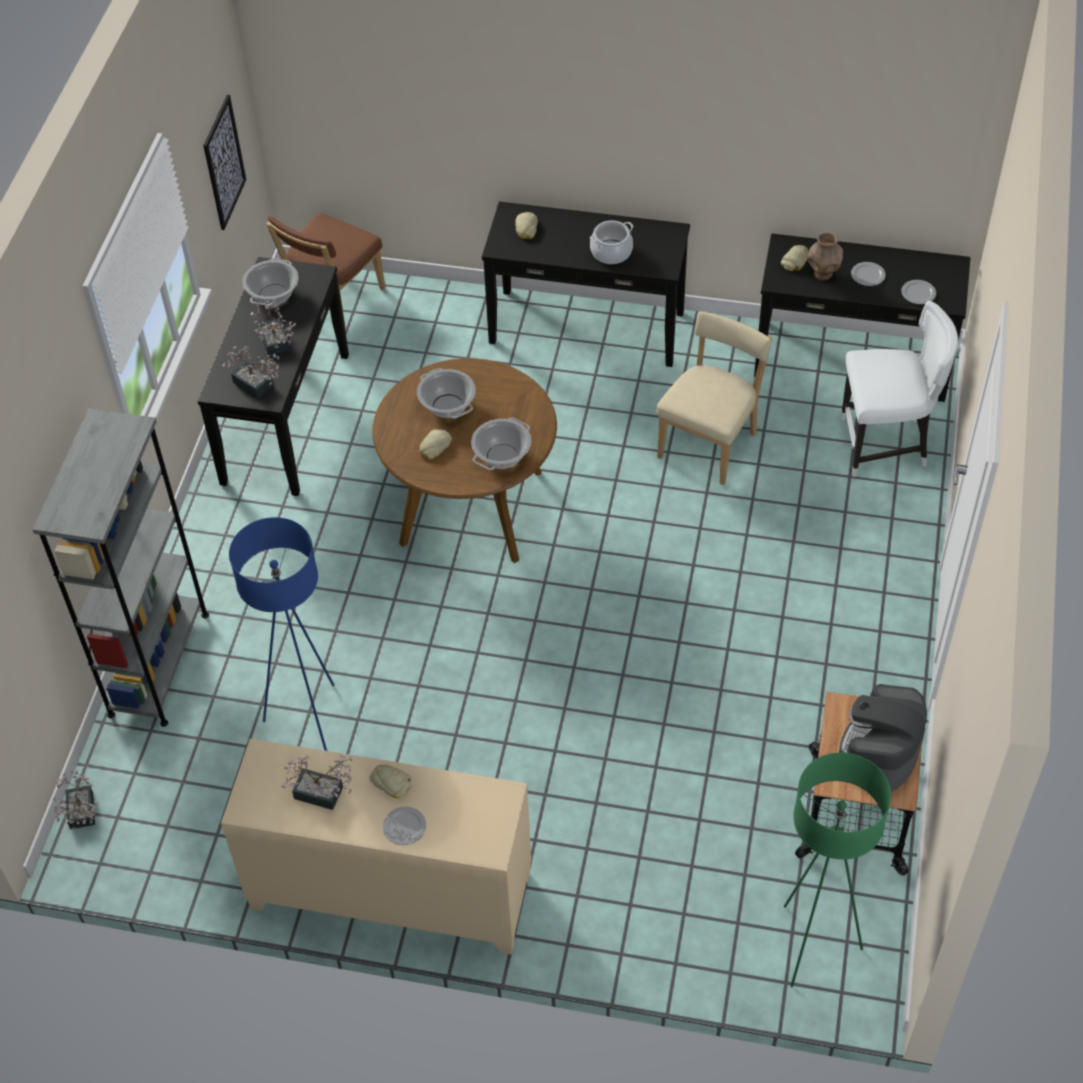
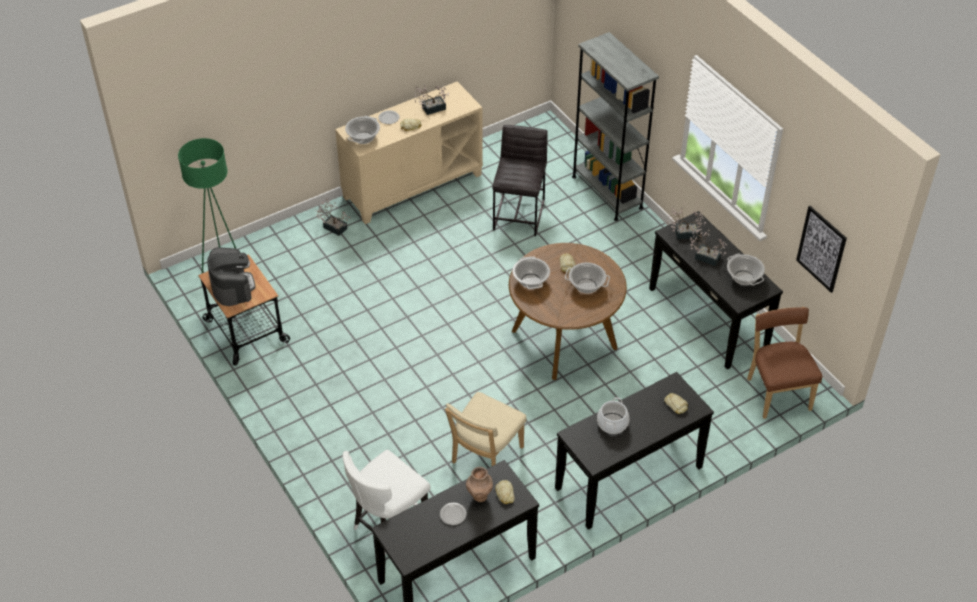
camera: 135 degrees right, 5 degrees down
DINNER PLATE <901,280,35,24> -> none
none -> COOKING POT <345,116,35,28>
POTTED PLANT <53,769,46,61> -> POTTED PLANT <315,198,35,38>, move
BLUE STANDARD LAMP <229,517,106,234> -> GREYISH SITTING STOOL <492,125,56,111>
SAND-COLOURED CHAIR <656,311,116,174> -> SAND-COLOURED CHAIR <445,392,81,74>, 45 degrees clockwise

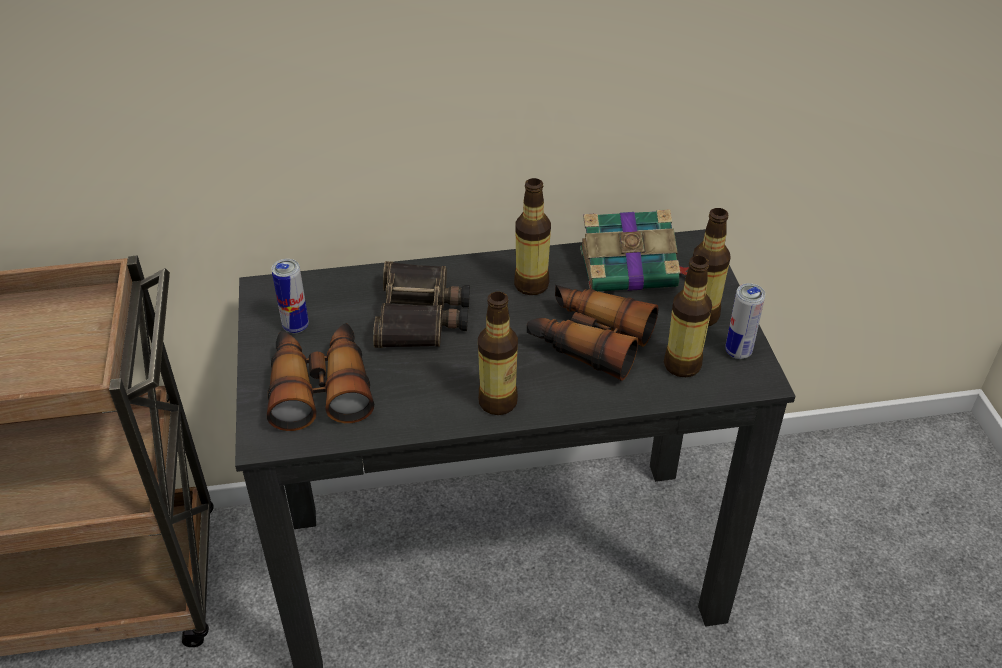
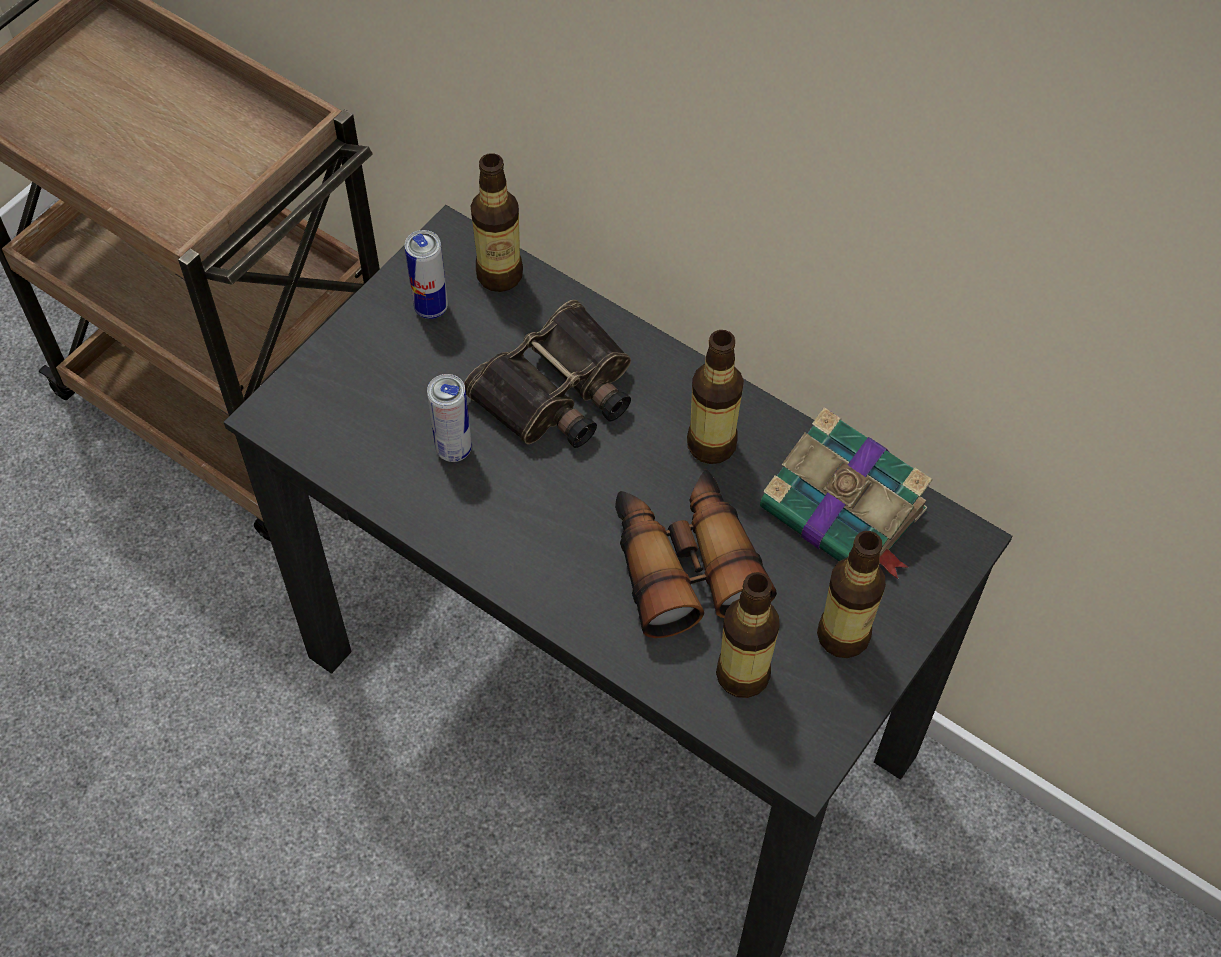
camera: 45 degrees right, 15 degrees up
FIELD GLASSES <267,323,107,108> -> none
BOTTLE <478,292,40,123> -> BOTTLE <471,153,52,139>, move
CAN <725,283,40,76> -> CAN <427,374,45,88>, move

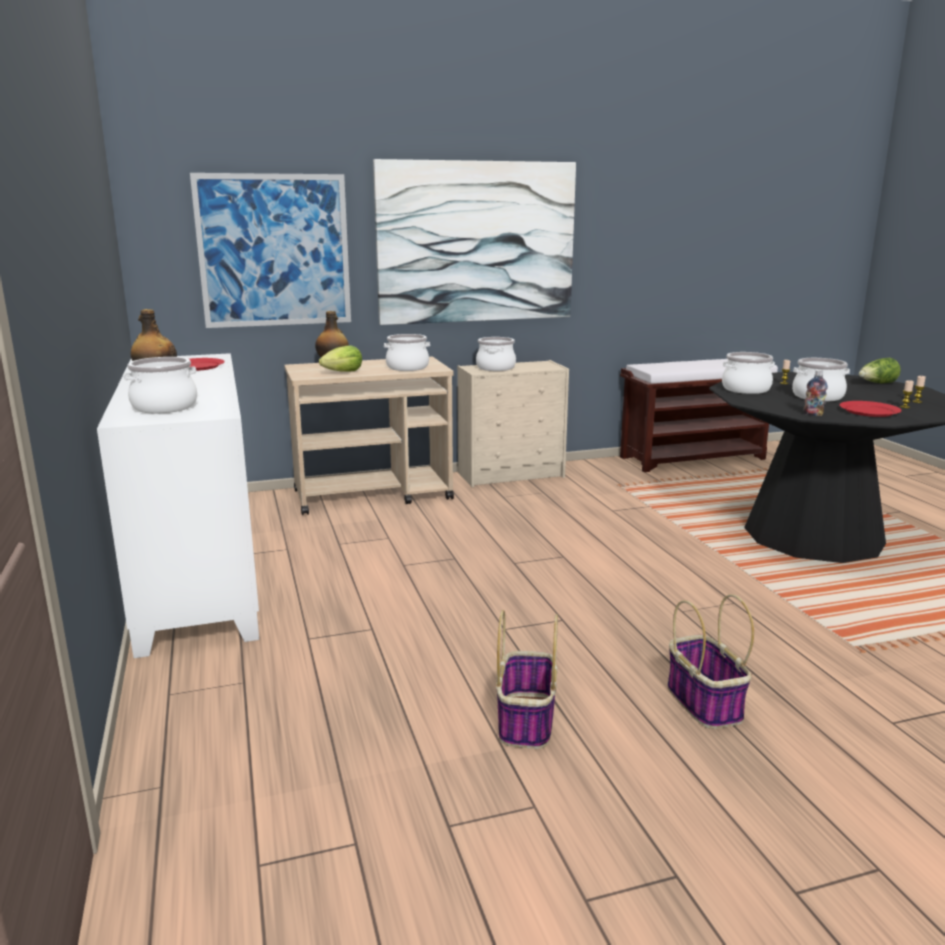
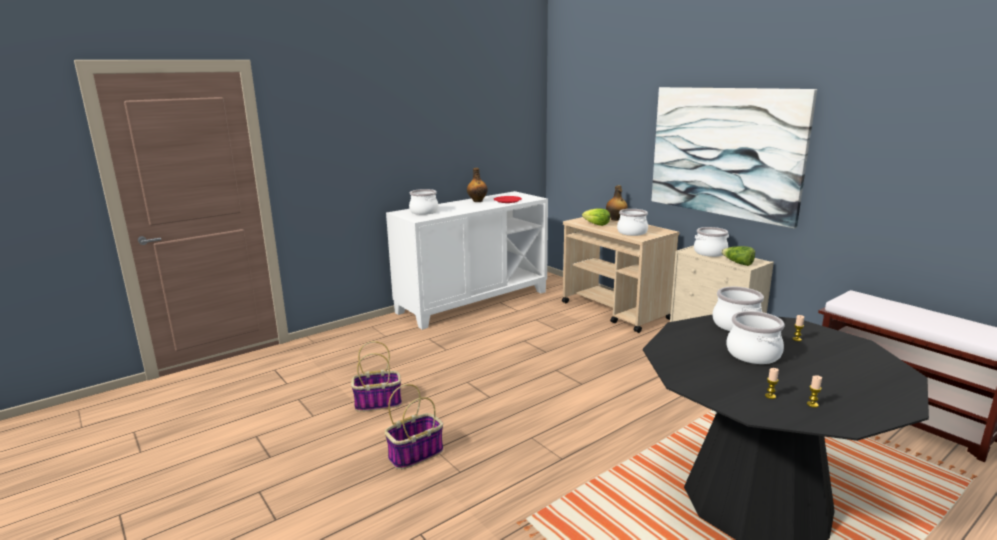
camera: 70 degrees right, 0 degrees up
WALL PICTURE <190,173,161,155> -> none
BOTTLE <804,370,24,46> -> none
RED DINNER PLATE <839,401,62,16> -> none
HEAD OF LETTUCE <859,358,42,25> -> HEAD OF LETTUCE <721,246,34,20>, move

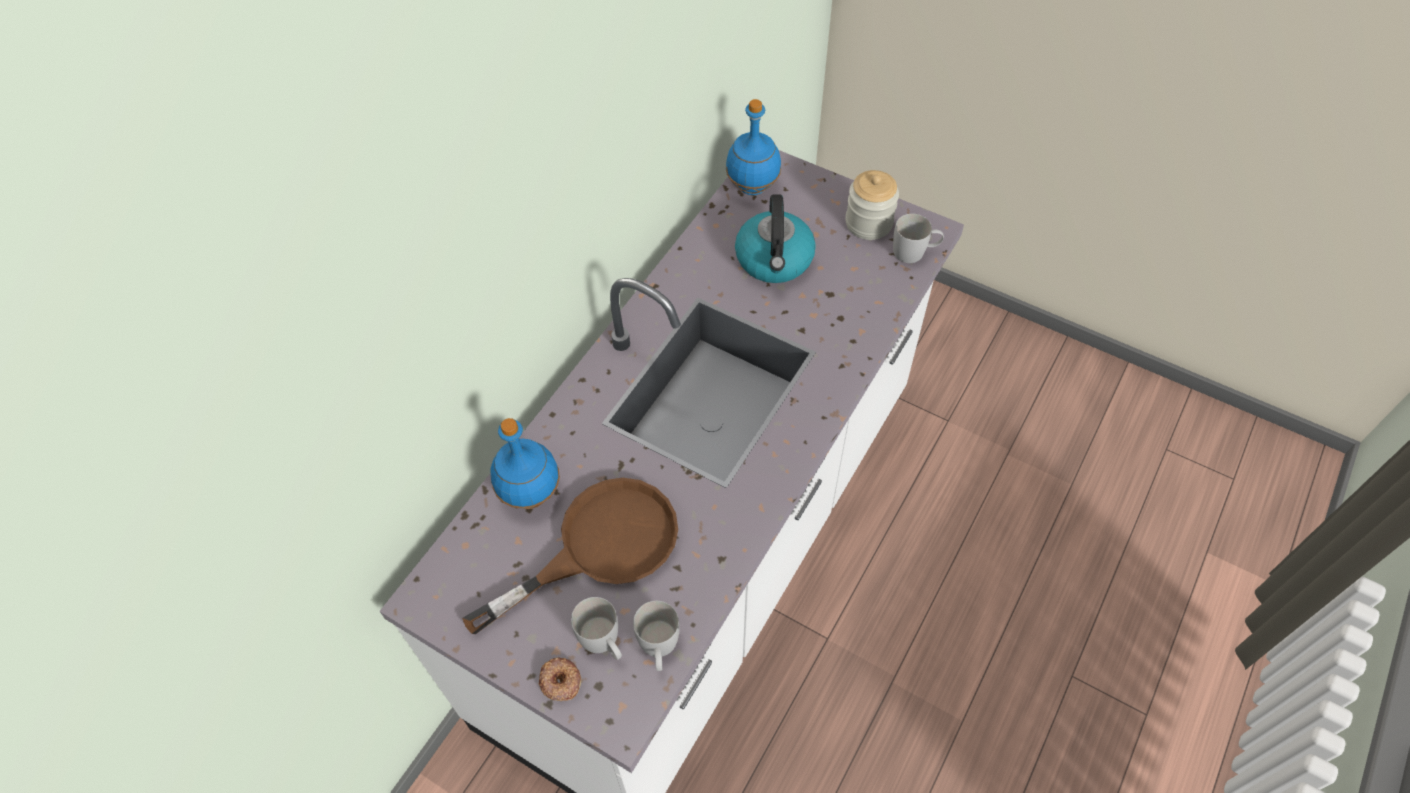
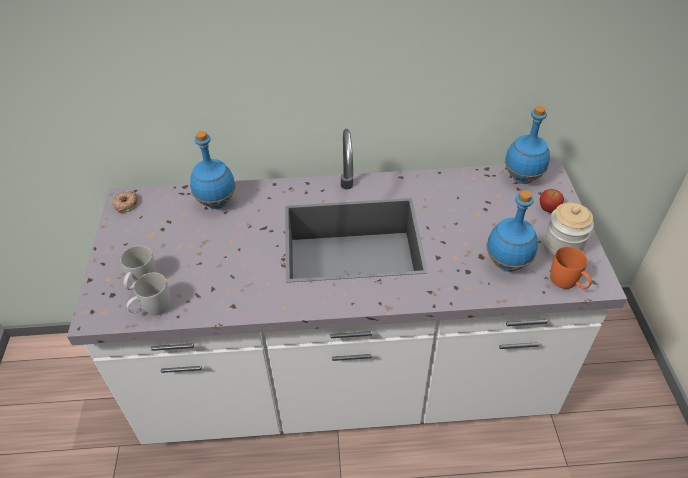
camera: 55 degrees right, 10 degrees down
BROWN-COLOURED PAN <462,478,216,156> -> none
TEA KETTLE <735,194,81,89> -> none
none -> BLUE BOTTLE <486,190,52,82>
none -> WHOLE APPLE <540,189,24,24>
DOUGHNUT <539,658,42,43> -> DOUGHNUT <112,191,26,22>, move
WHITISH COFFEE MUG <893,214,51,49> -> ORANGE-COLOURED COFFEE MUG <550,247,42,42>

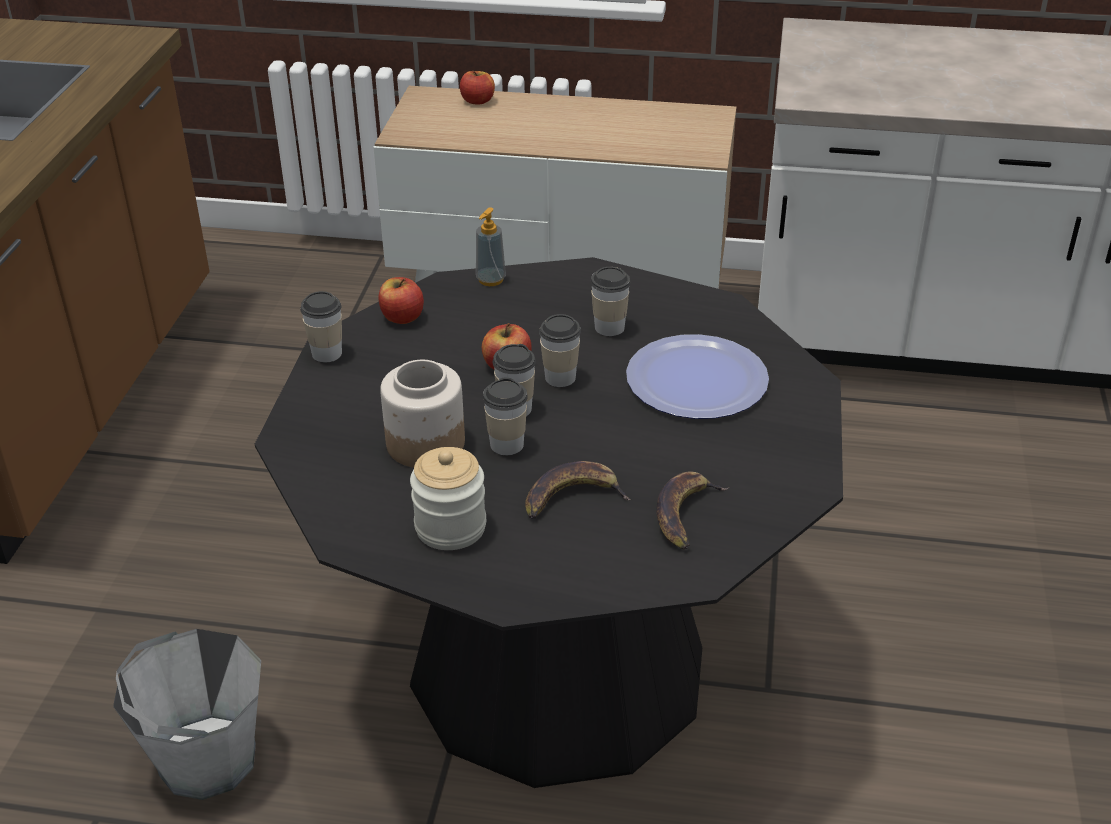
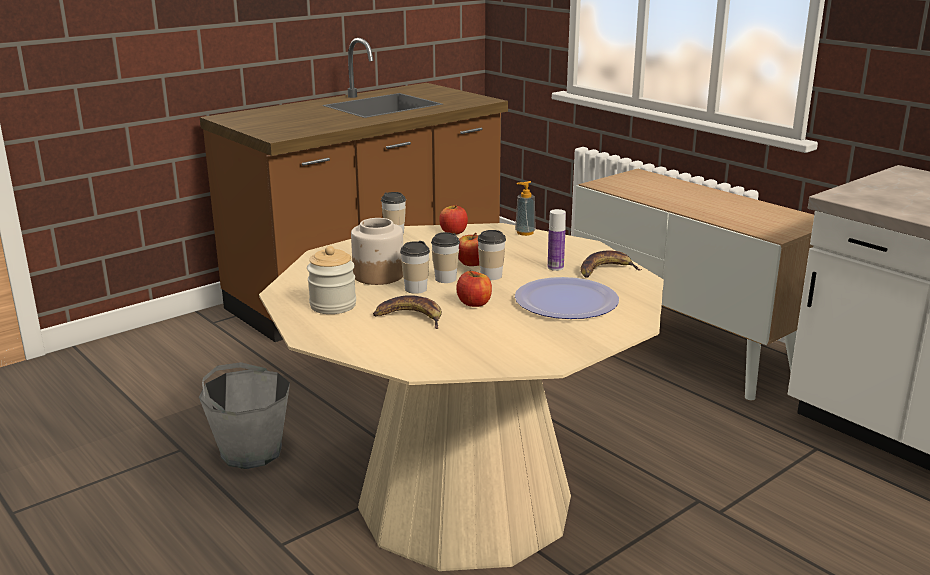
camera: 40 degrees right, 15 degrees down
WHOLE APPLE <460,71,35,33> -> WHOLE APPLE <456,270,36,37>, move
BANANA <656,471,72,79> -> BANANA <580,250,62,28>, move
DRINKING CUP <591,267,40,69> -> BOTTLE <548,209,18,62>
BLACK-COLOURED DINNER TABLE <255,257,588,531> -> SAND-COLOURED DINNER TABLE <259,223,405,348>

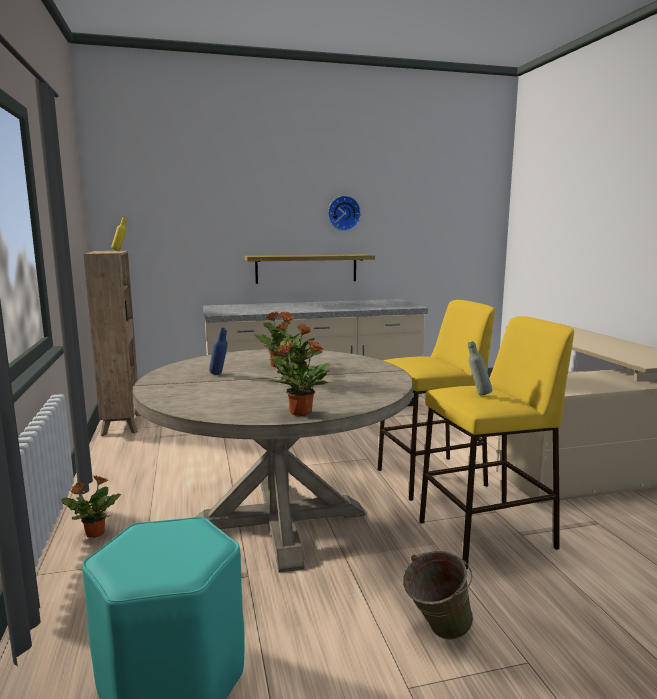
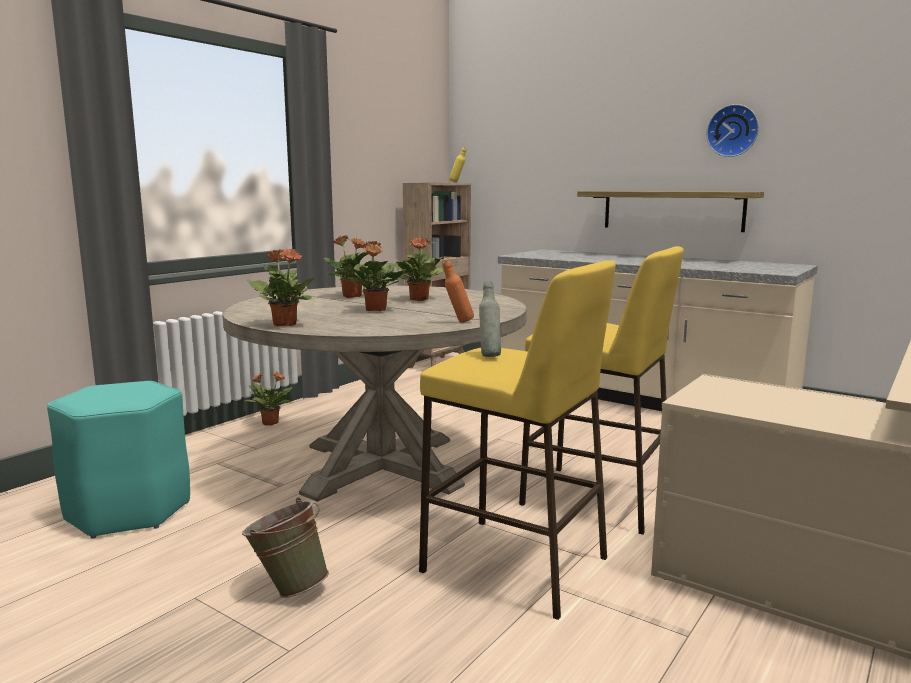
camera: 50 degrees right, 0 degrees up
none -> ORANGE-COLOURED BOTTLE <442,260,32,63>
BLUE BOTTLE <209,328,19,47> -> POTTED PLANT <324,235,53,63>

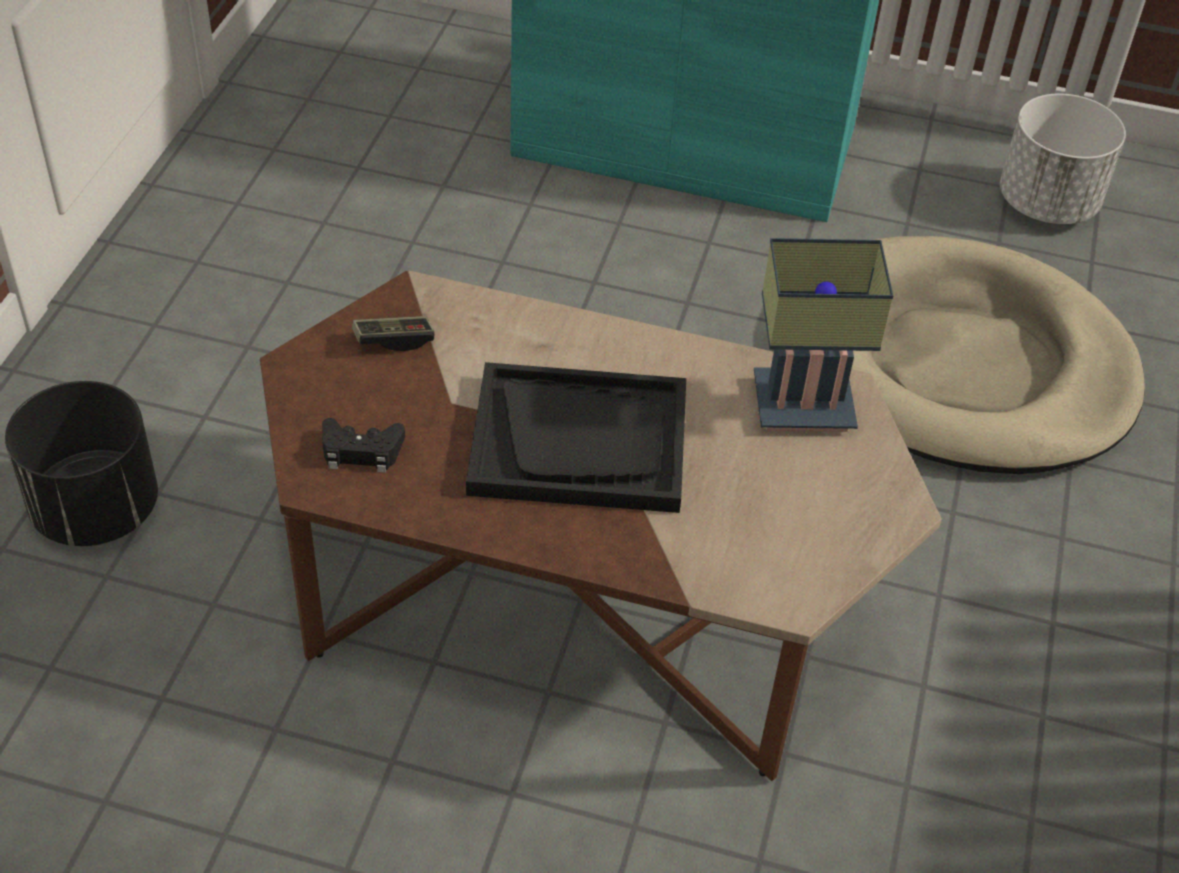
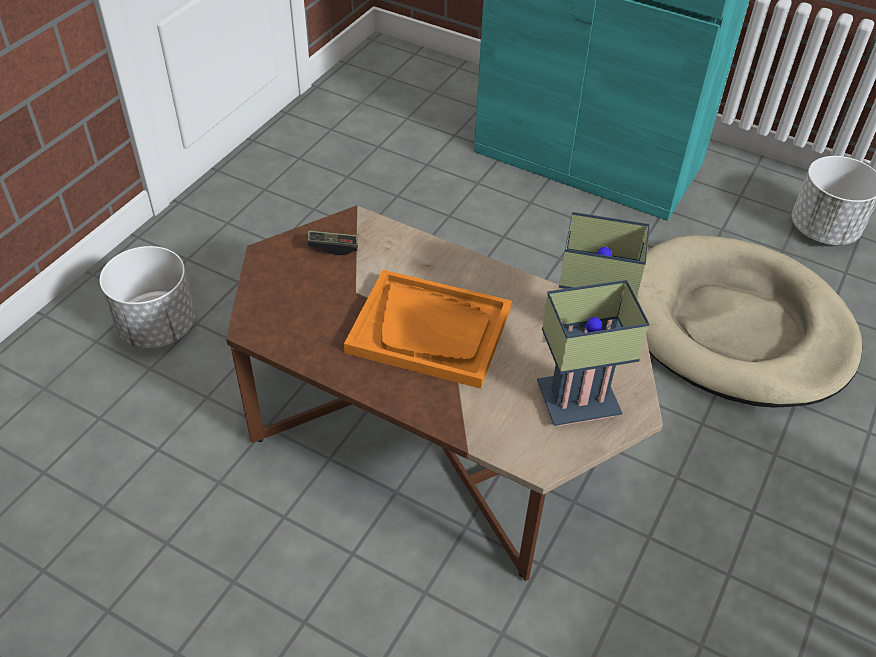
camera: 15 degrees right, 0 degrees up
BLACK-COLOURED GAMEPAD <322,418,83,55> -> none
none -> TABLETOP LAMP <537,280,112,146>
BLACK-COLOURED PLANTER <5,381,153,165> -> WHITISH PLANTER <100,246,95,102>
BLACK-COLOURED SERVING TRAY <466,362,220,151> -> ORANGE-COLOURED SERVING TRAY <344,270,167,119>

